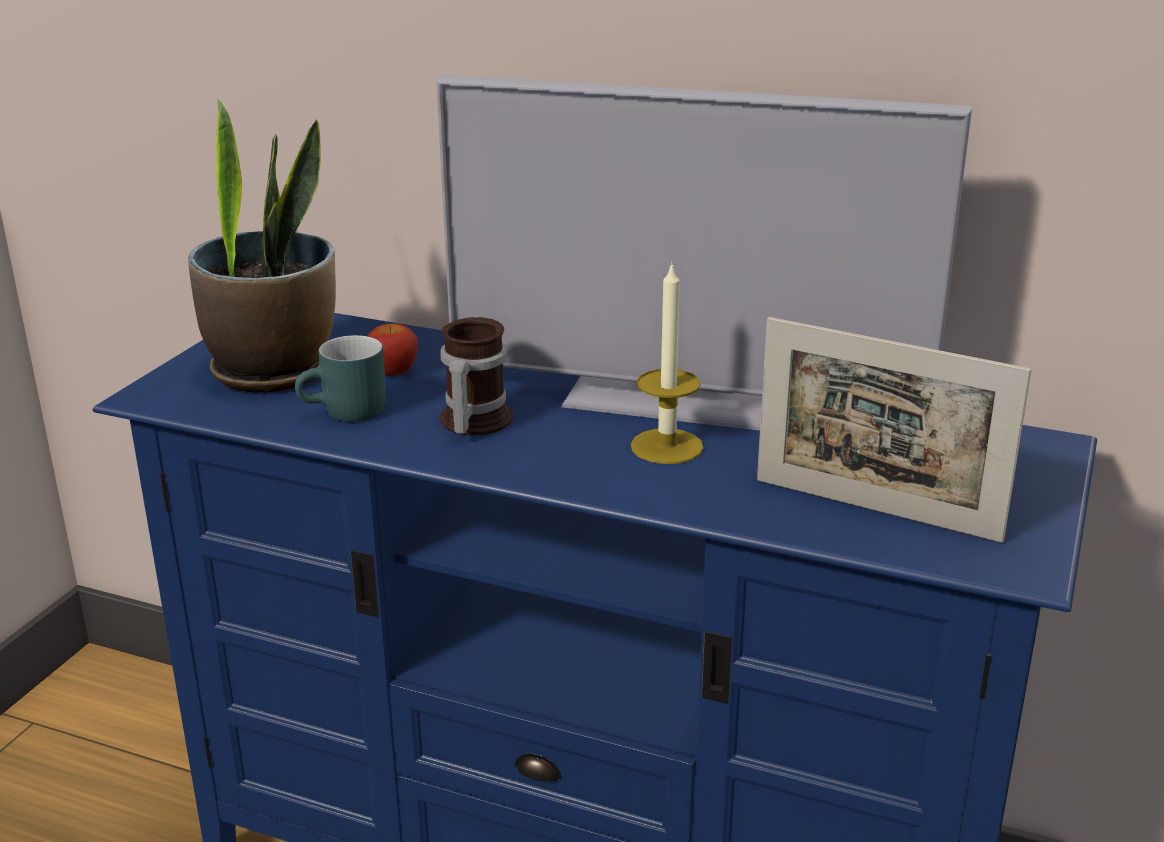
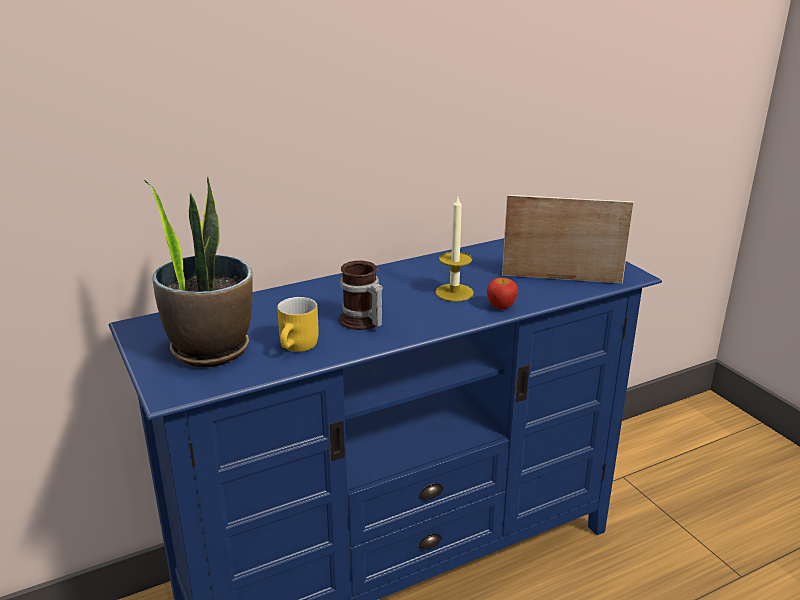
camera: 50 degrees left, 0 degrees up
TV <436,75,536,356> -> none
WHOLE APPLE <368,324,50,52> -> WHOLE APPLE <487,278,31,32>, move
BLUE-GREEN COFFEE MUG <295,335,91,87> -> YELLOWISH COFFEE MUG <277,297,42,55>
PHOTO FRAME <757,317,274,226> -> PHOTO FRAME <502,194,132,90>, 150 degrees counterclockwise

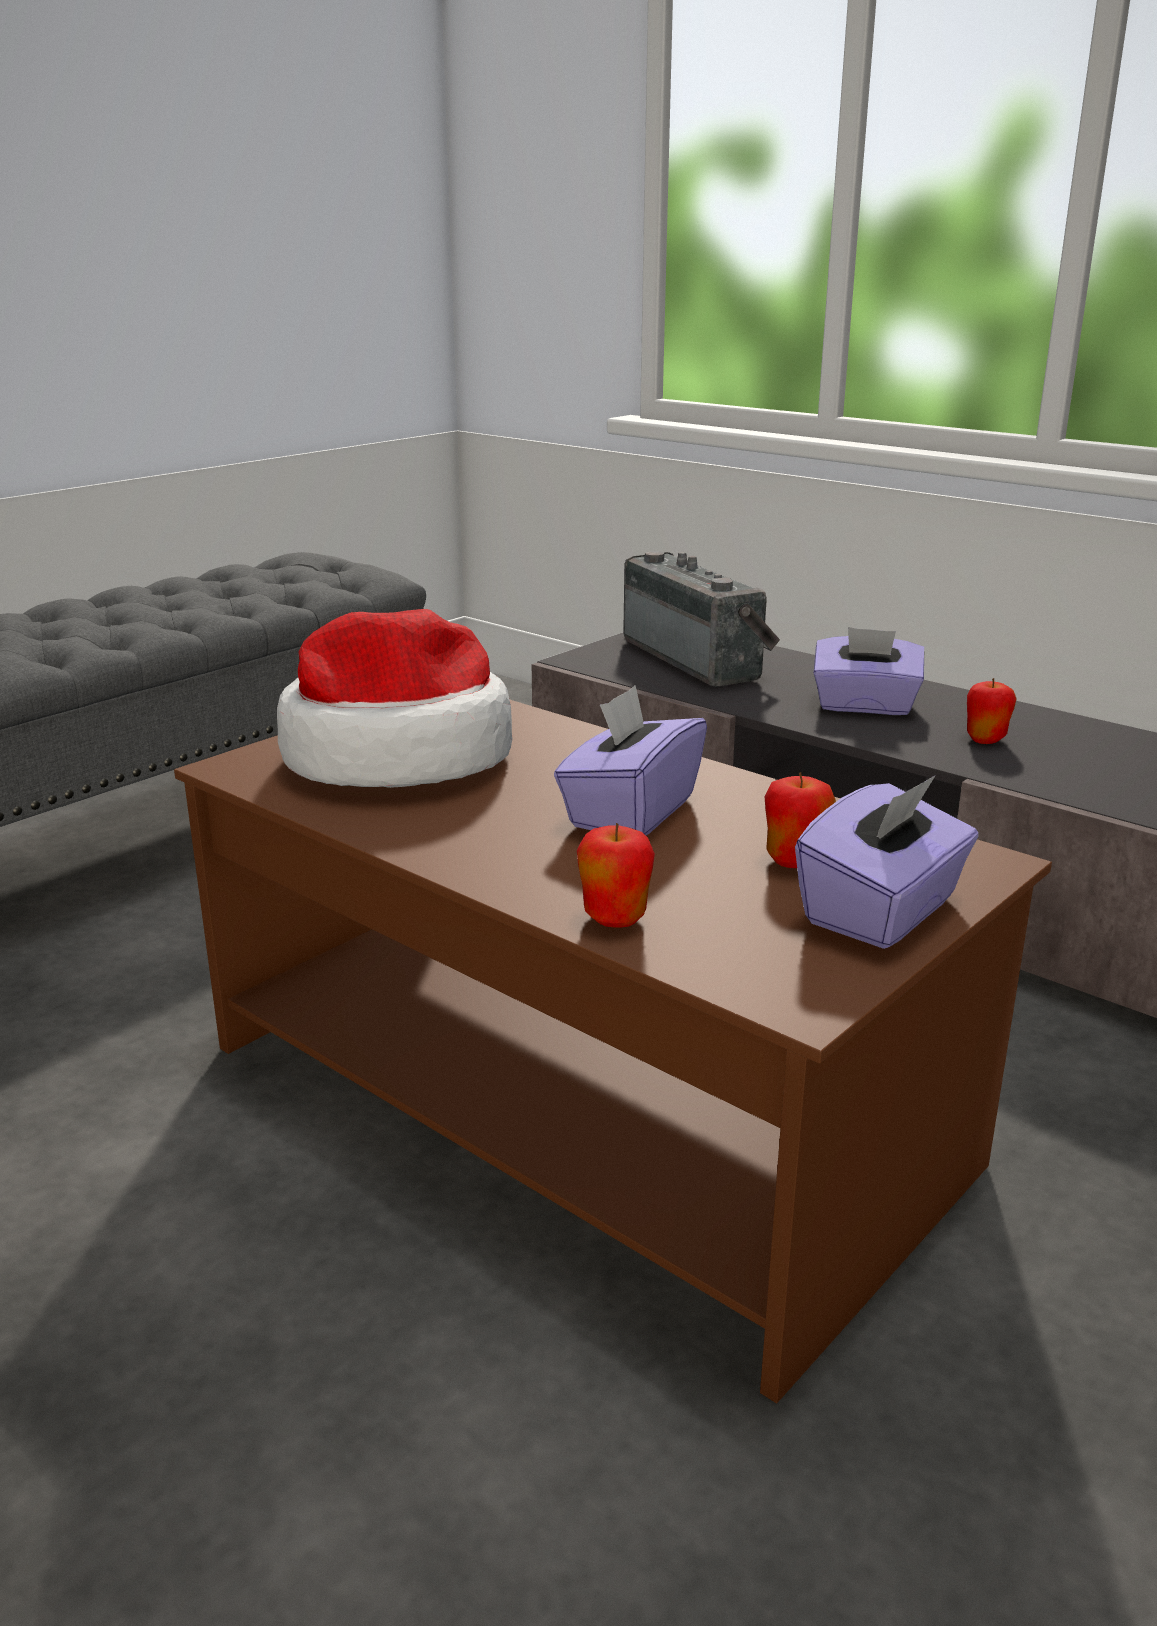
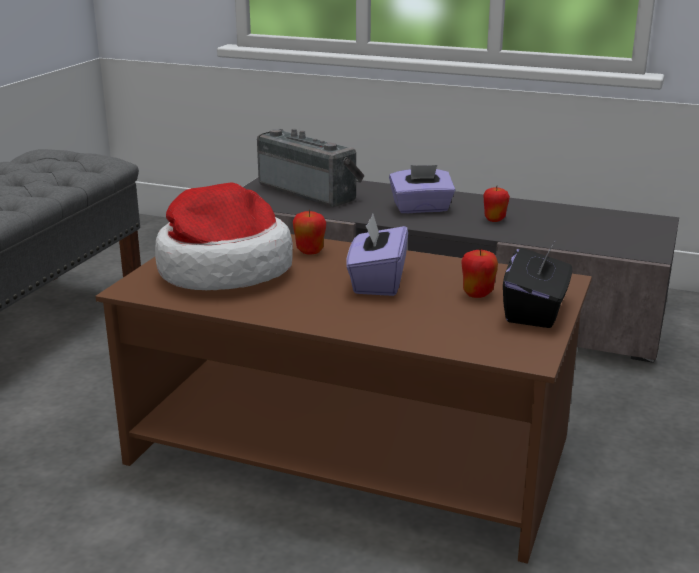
camera: 20 degrees left, 0 degrees up
WHOLE APPLE <577,823,78,104> -> WHOLE APPLE <293,209,33,46>, move
PURPLE-COLOURED BOX OF TISSUES <795,775,183,174> -> BLACK-COLOURED BOX OF TISSUES <503,242,69,86>

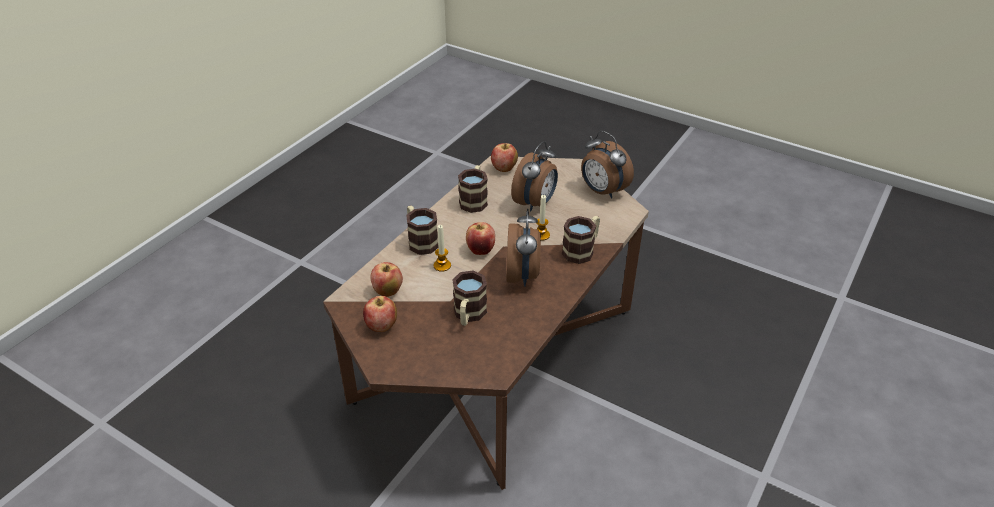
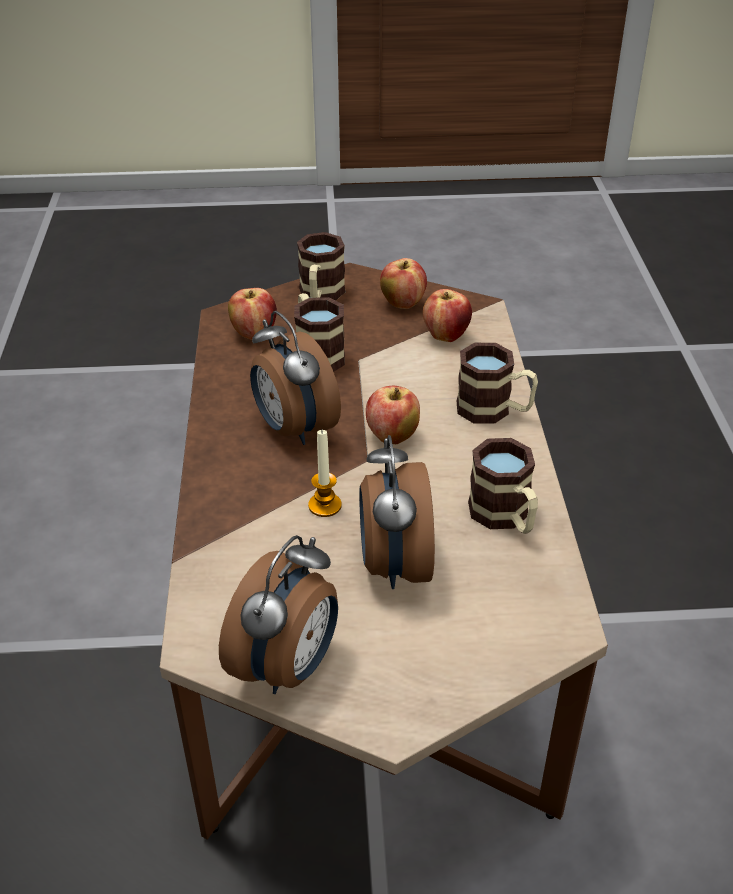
camera: 145 degrees right, 0 degrees up
CANDLE <434,225,17,47> -> none
WHOLE APPLE <491,143,27,29> -> WHOLE APPLE <228,288,49,52>, move
COFFEE MUG <562,216,38,48> -> COFFEE MUG <297,232,49,69>, move
BEDSIDE CLOCK <581,131,53,68> -> BEDSIDE CLOCK <219,535,119,159>, 105 degrees clockwise

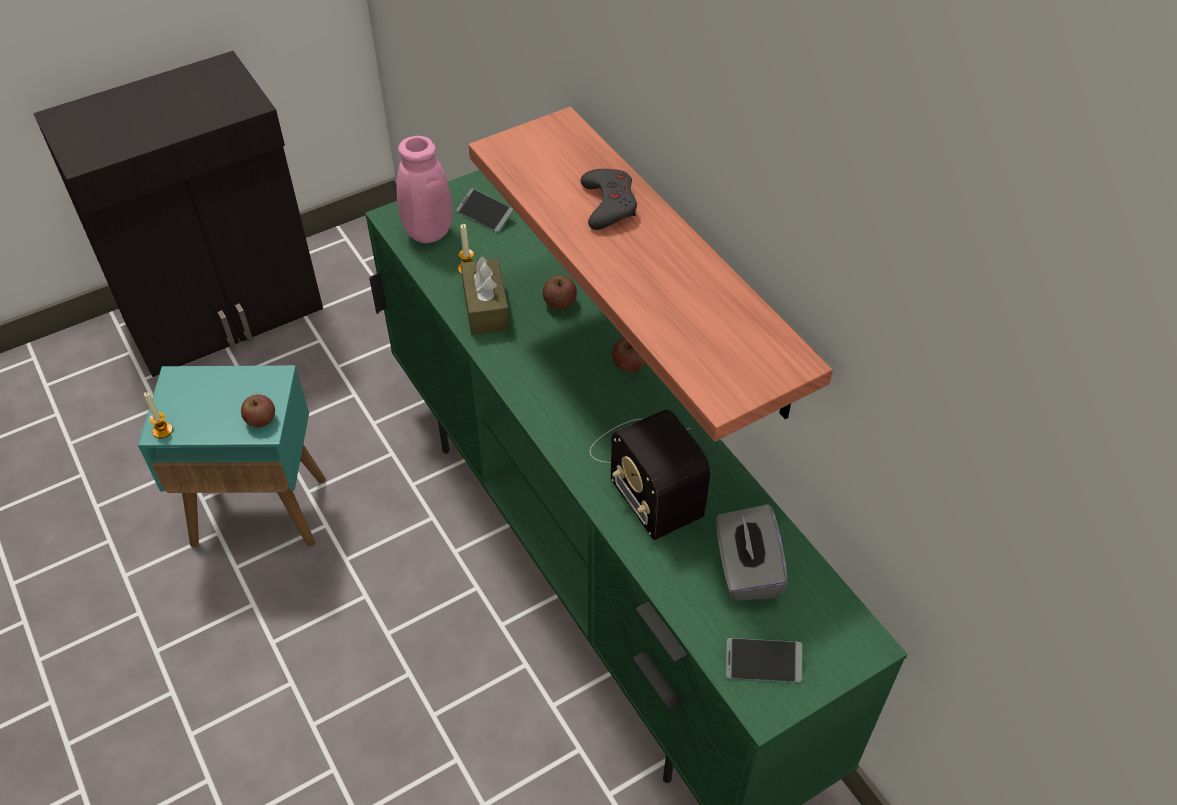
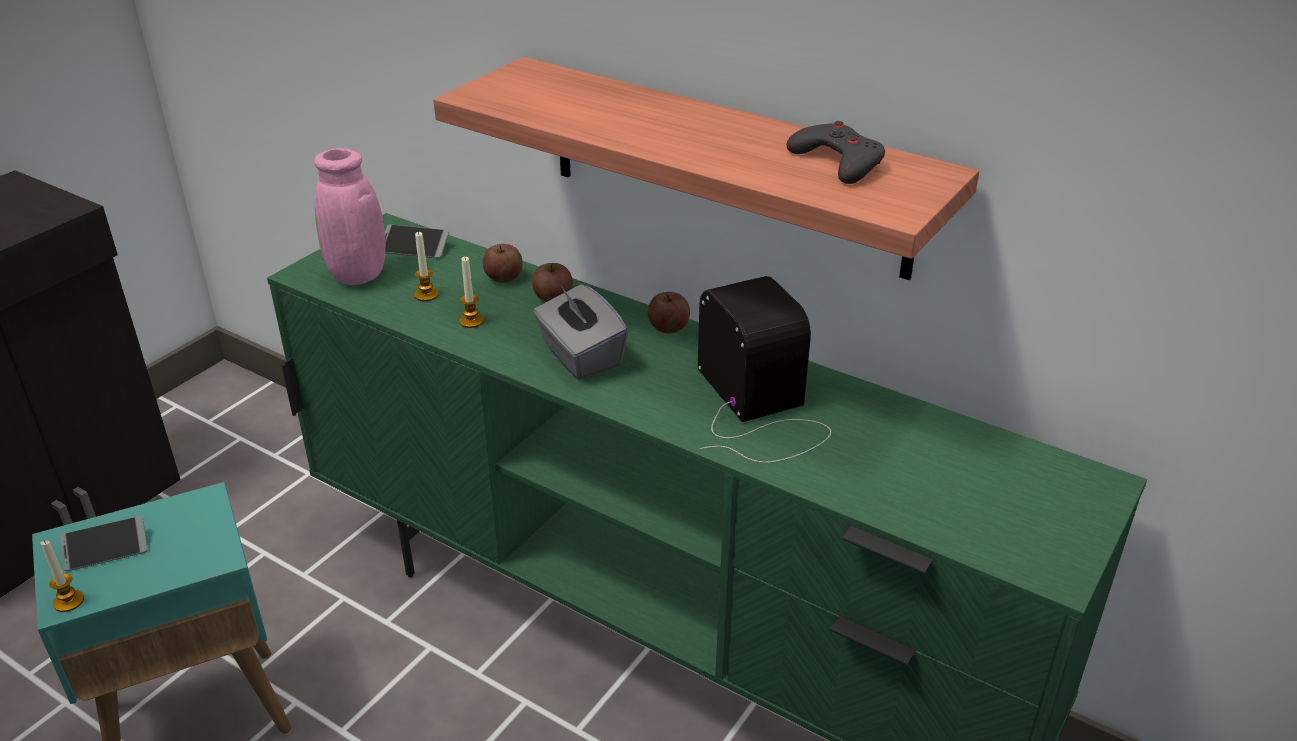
camera: 25 degrees left, 15 degrees down
WHOLE APPLE <241,394,34,33> -> WHOLE APPLE <483,244,40,39>, move
GREYISH GAMEPAD <581,169,56,61> -> GREYISH GAMEPAD <786,121,99,63>, move
GREYISH BOX OF TISSUES <716,504,72,97> -> GREYISH BOX OF TISSUES <533,284,95,96>, move
TELEPHONE <726,638,76,44> -> TELEPHONE <60,516,88,55>, move
BROWN-COLOURED BOX OF TISSUES <461,256,49,79> -> CANDLE <459,257,25,71>
RADIO SET <589,409,121,131> -> RADIO SET <698,276,133,187>, 150 degrees counterclockwise

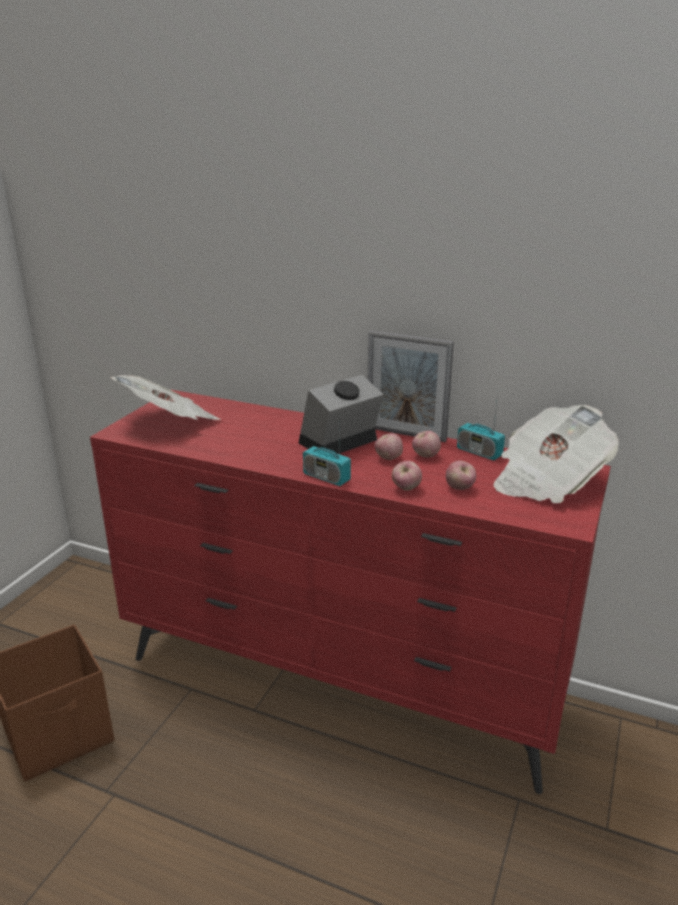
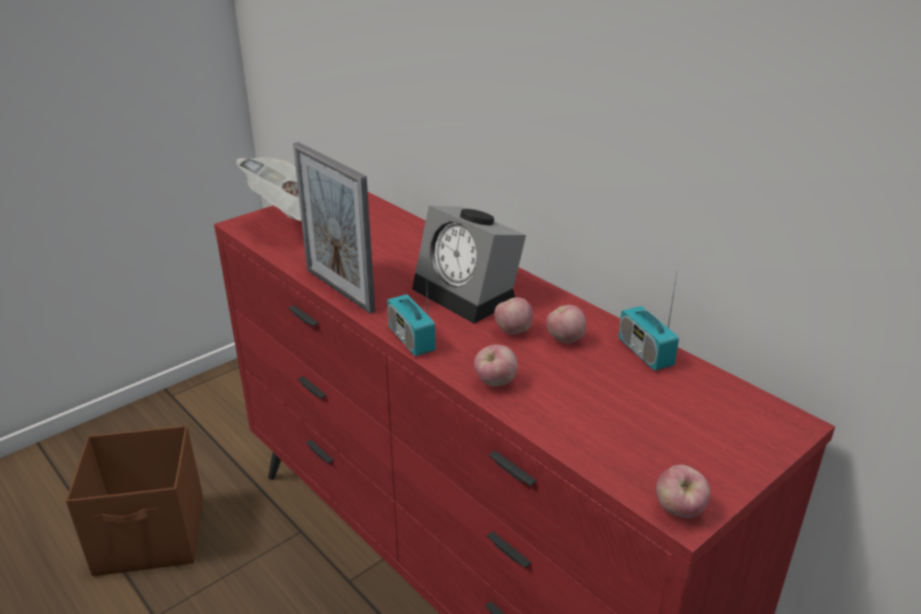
camera: 25 degrees right, 5 degrees up
DAILY PAPER <493,405,126,98> -> none
PHOTO FRAME <368,330,86,112> -> PHOTO FRAME <293,142,82,172>, move
WHOLE APPLE <446,461,30,29> -> WHOLE APPLE <656,465,55,53>, move
BEDSIDE CLOCK <299,375,84,79> -> BEDSIDE CLOCK <412,205,114,118>, 120 degrees counterclockwise

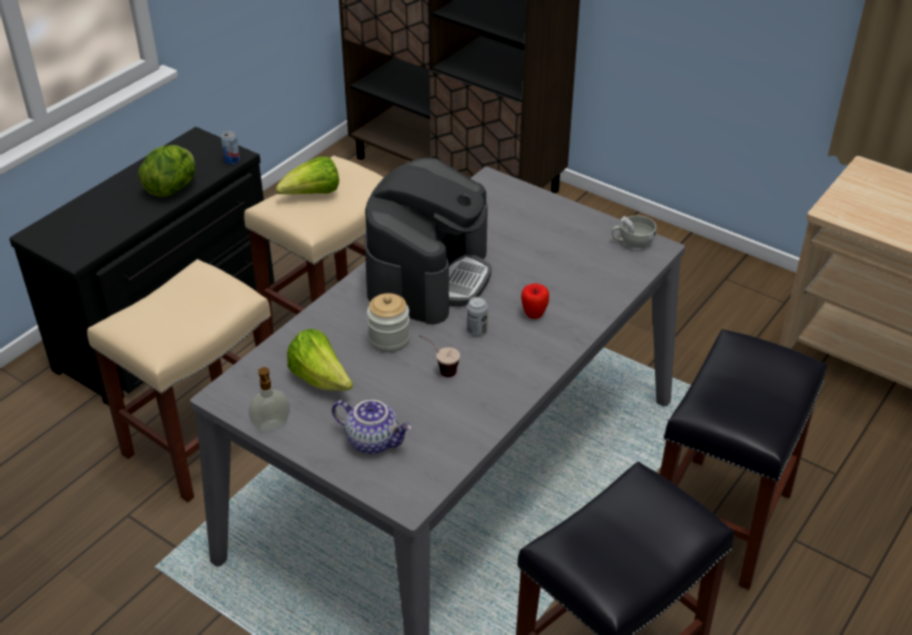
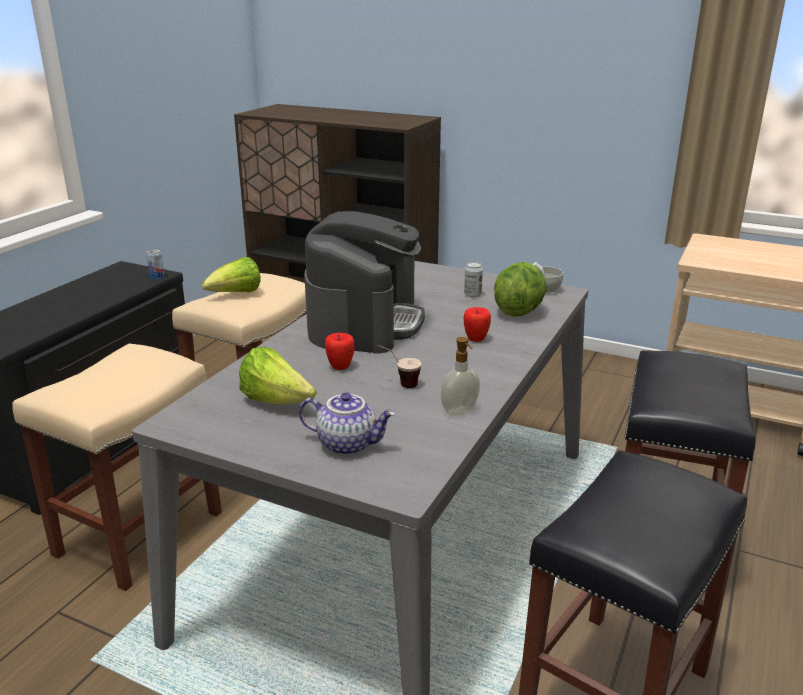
camera: 10 degrees left, 15 degrees down
HEAD OF LETTUCE <138,145,58,52> -> HEAD OF LETTUCE <494,262,53,55>, move
SOAP BOTTLE <249,367,41,65> -> SOAP BOTTLE <441,337,39,79>, move
CAN <467,297,21,39> -> CAN <464,262,19,36>, move
STORAGE JAR <367,293,43,59> -> WHOLE APPLE <325,333,29,37>

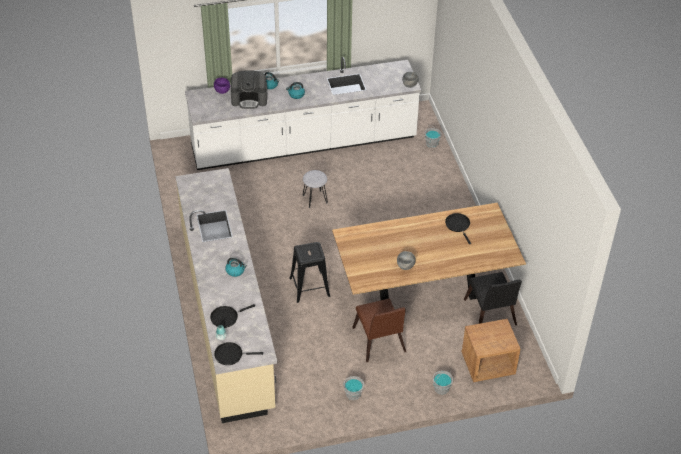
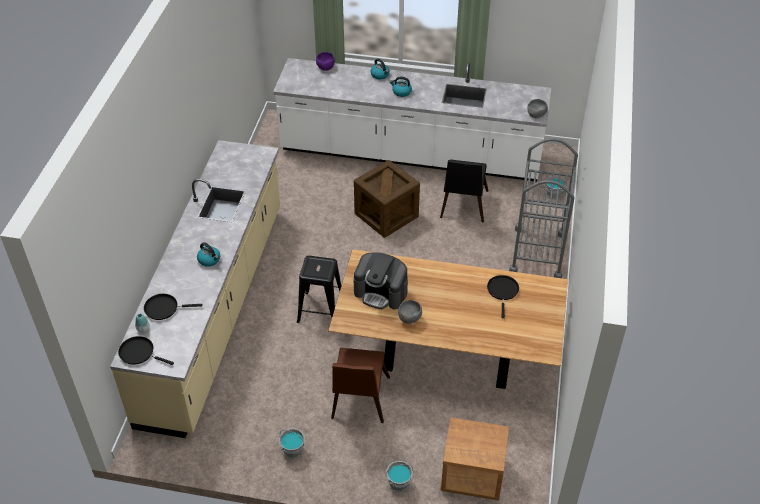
camera: 25 degrees right, 0 degrees up
none -> GREYISH CART <509,138,69,140>
COFFEE MAKER <231,70,37,39> -> COFFEE MAKER <353,252,55,58>, move
BLACK-COLOURED CHAIR <464,272,58,53> -> BLACK-COLOURED CHAIR <440,159,48,64>, move
GREYISH SITTING STOOL <303,170,25,38> -> CRATE <354,160,66,78>

